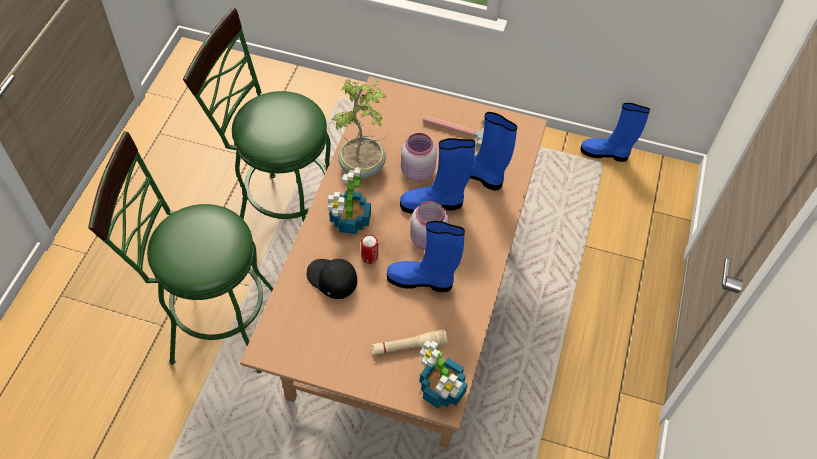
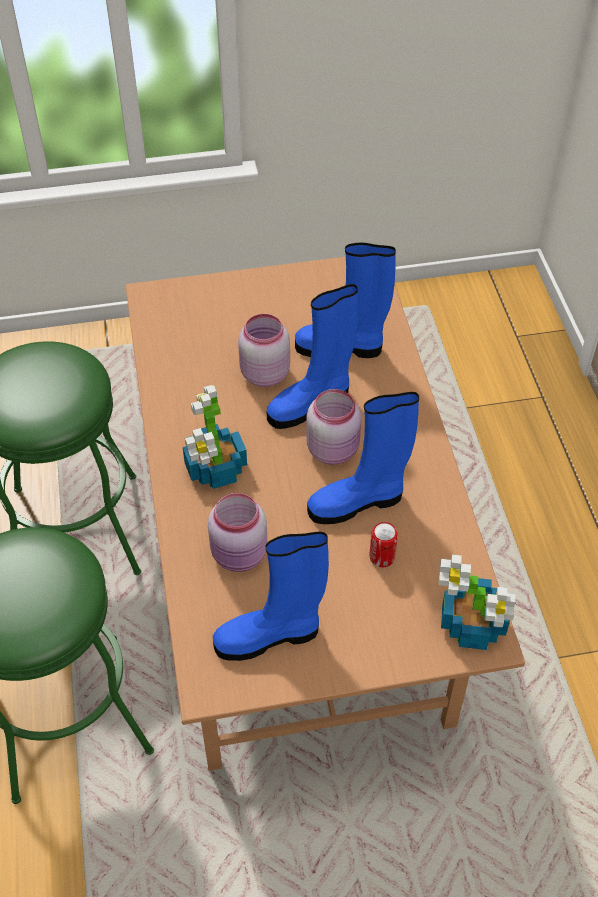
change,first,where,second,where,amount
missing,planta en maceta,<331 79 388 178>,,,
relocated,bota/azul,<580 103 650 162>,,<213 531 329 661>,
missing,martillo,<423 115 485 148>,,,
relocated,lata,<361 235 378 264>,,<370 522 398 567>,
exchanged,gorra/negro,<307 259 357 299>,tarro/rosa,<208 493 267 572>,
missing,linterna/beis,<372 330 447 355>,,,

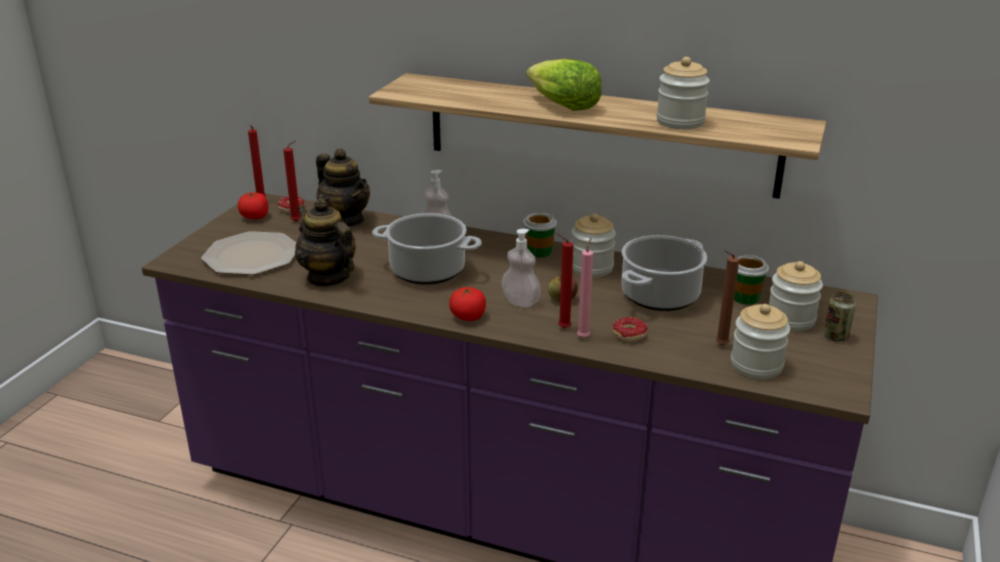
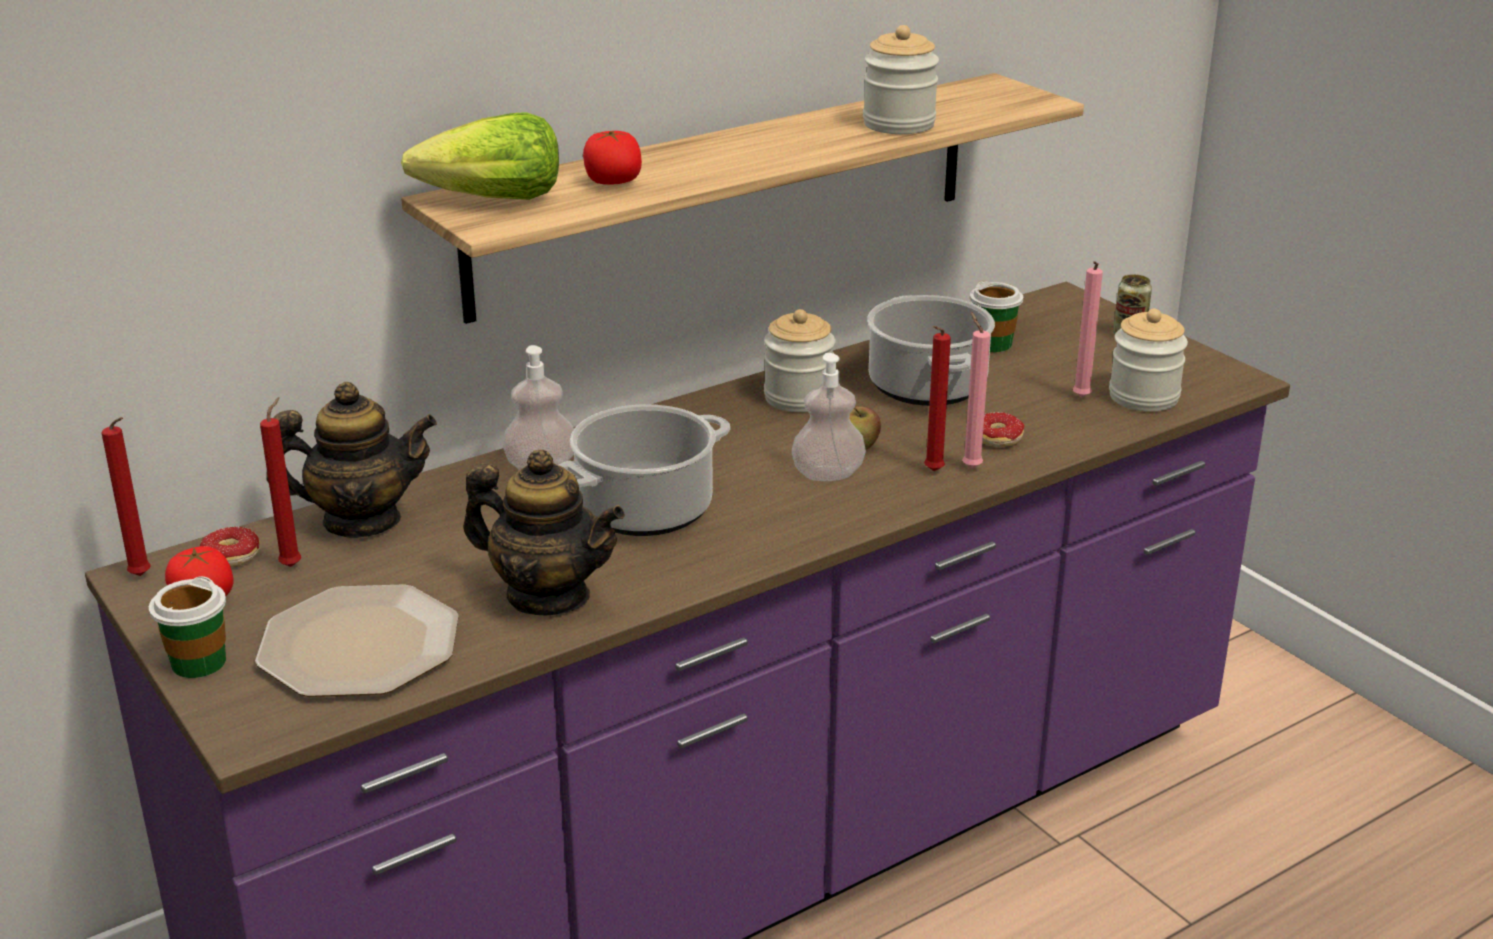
change,first,where,second,where,amount
relocated,lechuga,<526 59 602 111>,,<401 112 559 200>,
spun,tetera,<295 198 356 287>,,<463 449 625 615>,150 degrees counterclockwise
relocated,taza,<523 213 557 258>,,<149 576 226 678>,
colour,vela/marrón,<716 250 739 345>,vela/rosa,<1073 261 1103 398>,
missing,tarro,<769 261 823 331>,,,
relocated,tomate,<449 287 486 321>,,<583 131 642 184>,

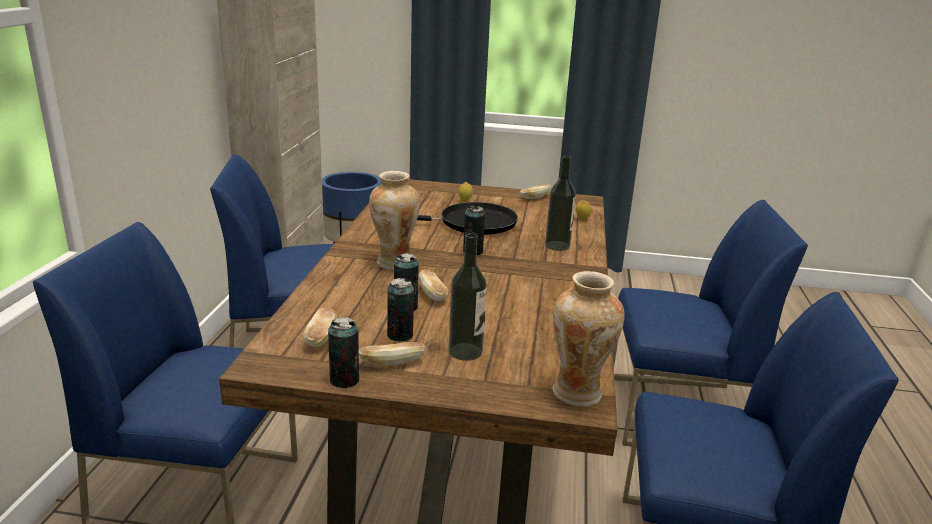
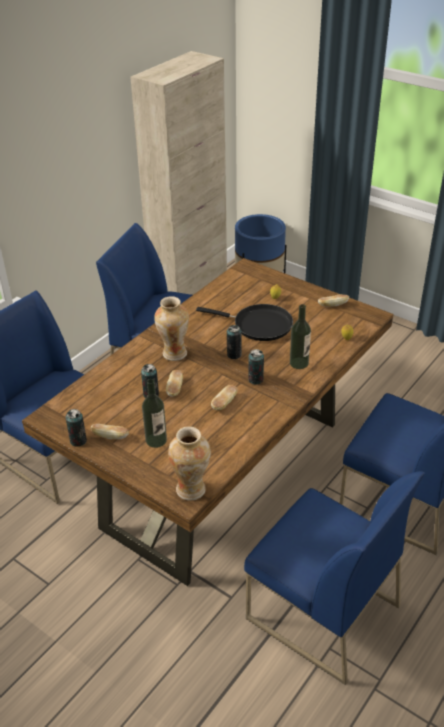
change,first,where,second,where,amount
relocated,lata,<387 278 414 342>,,<248 349 264 384>,
relocated,pan,<303 308 337 347>,,<211 385 238 410>,

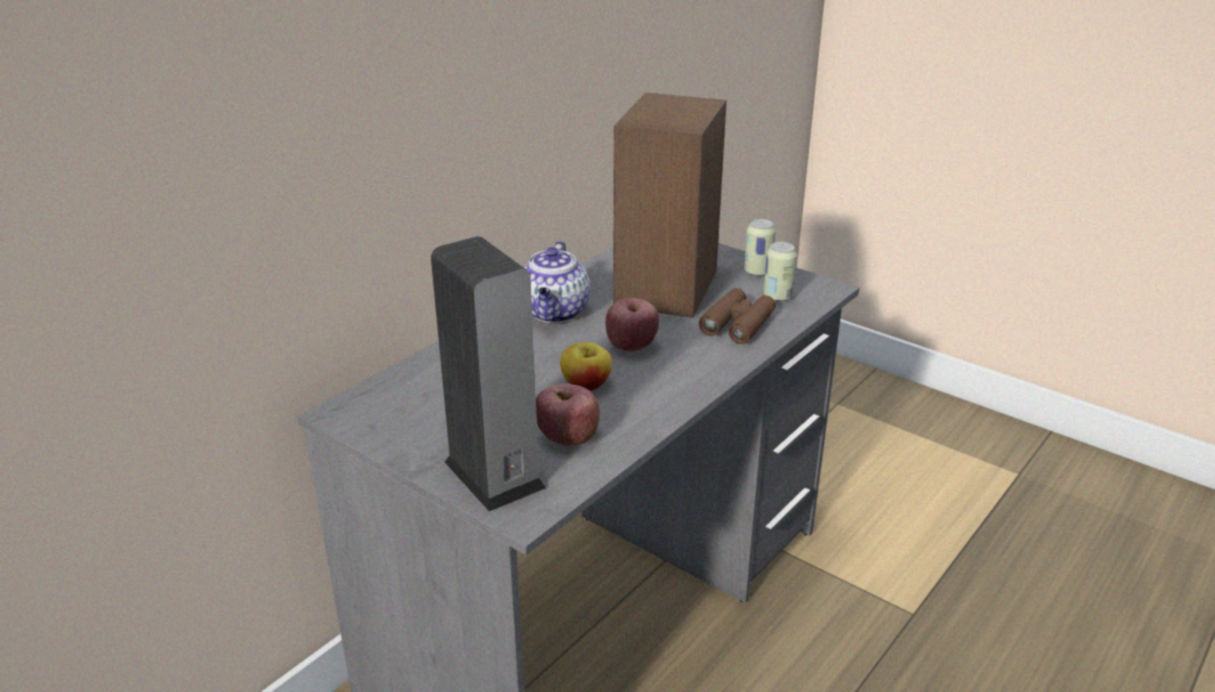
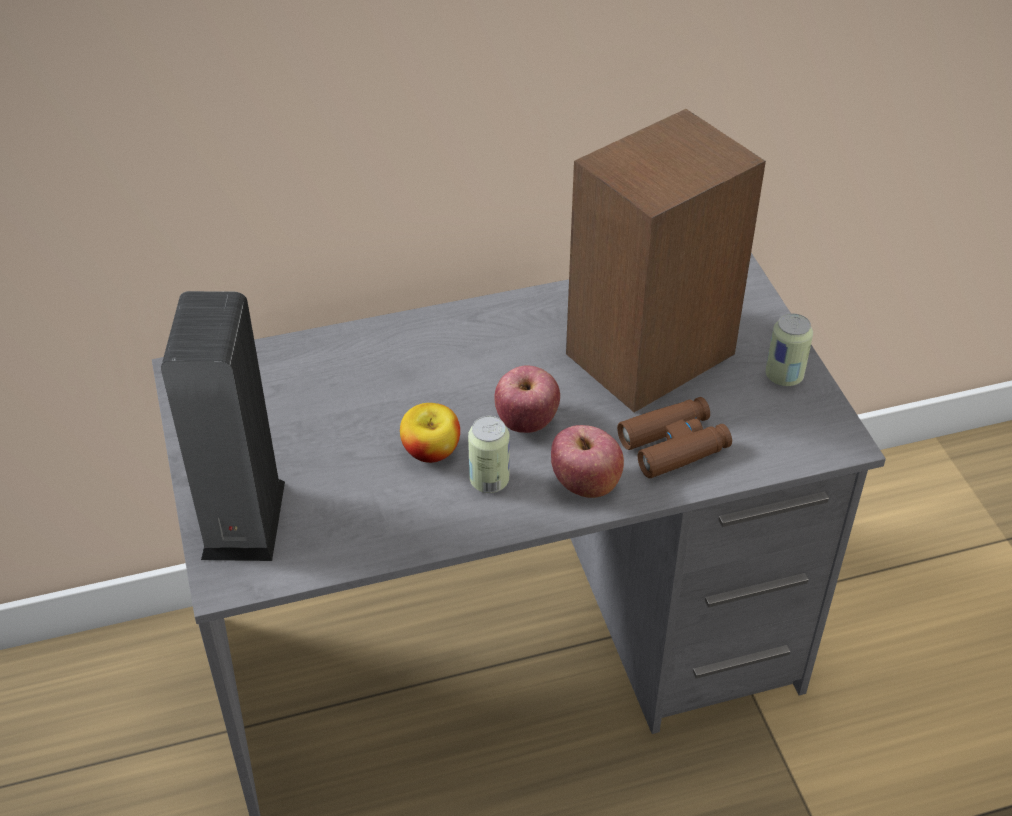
change,first,where,second,where,amount
missing,tetera,<524 241 590 323>,,,
relocated,lata,<764 242 797 302>,,<468 416 510 493>,
relocated,manzana,<536 384 600 446>,,<551 425 624 498>,

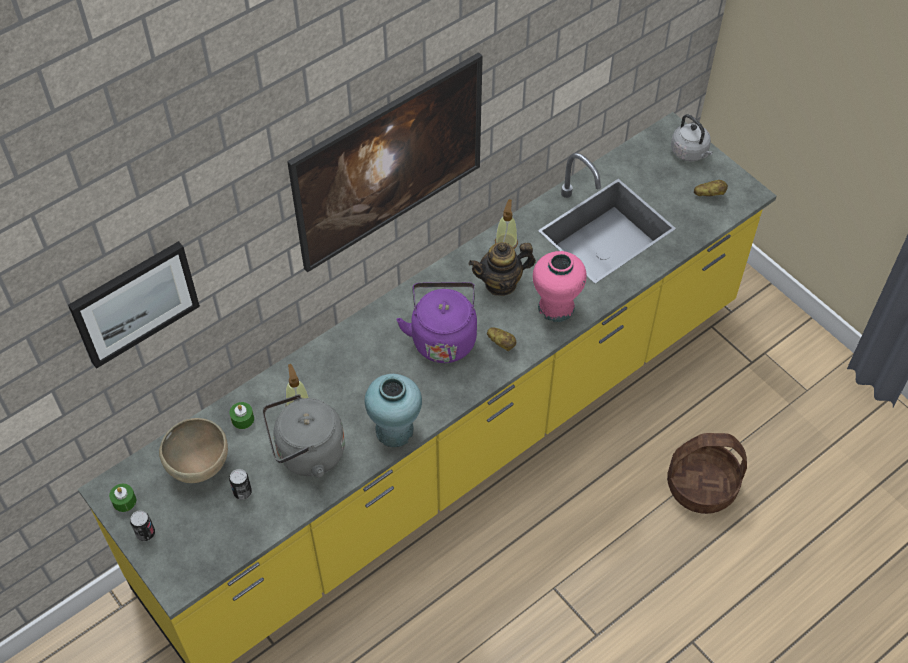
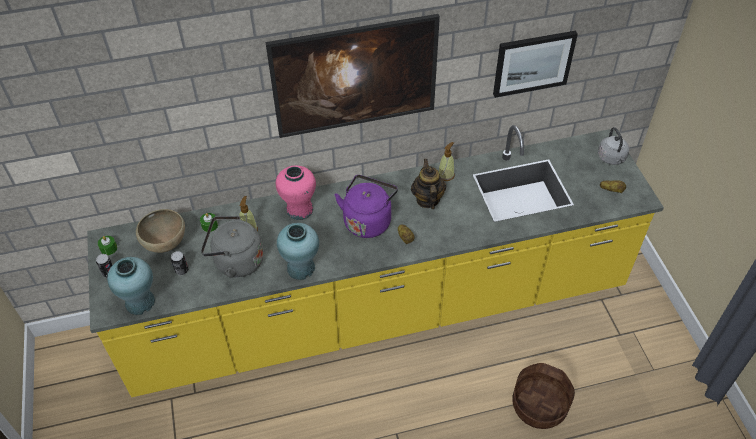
change,first,where,second,where,amount
relocated,cuadro,<68 241 200 369>,,<493 31 578 98>,
spun,tetera,<469 242 536 296>,,<411 159 447 209>,75 degrees clockwise
relocated,florero/rosa,<533 251 587 322>,,<276 165 316 220>,
appeared,,,florero/turquesa,<107 257 155 315>,

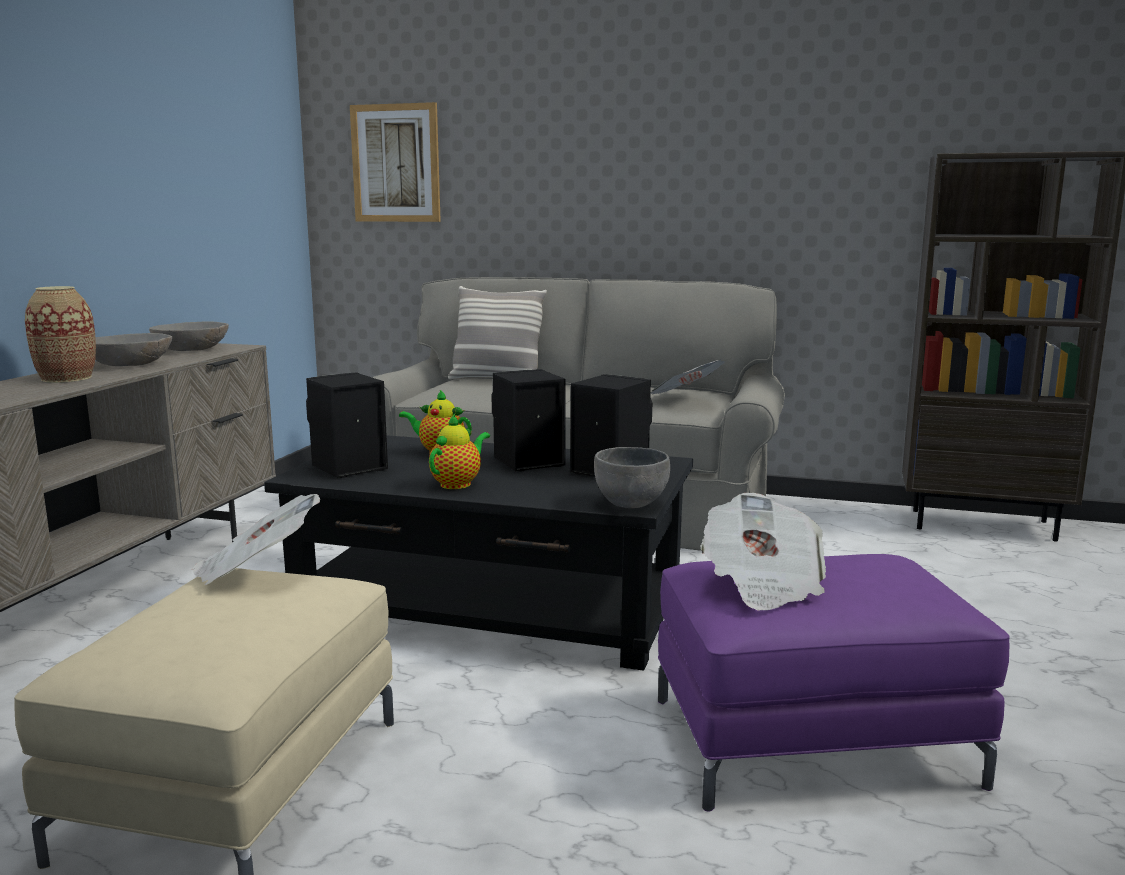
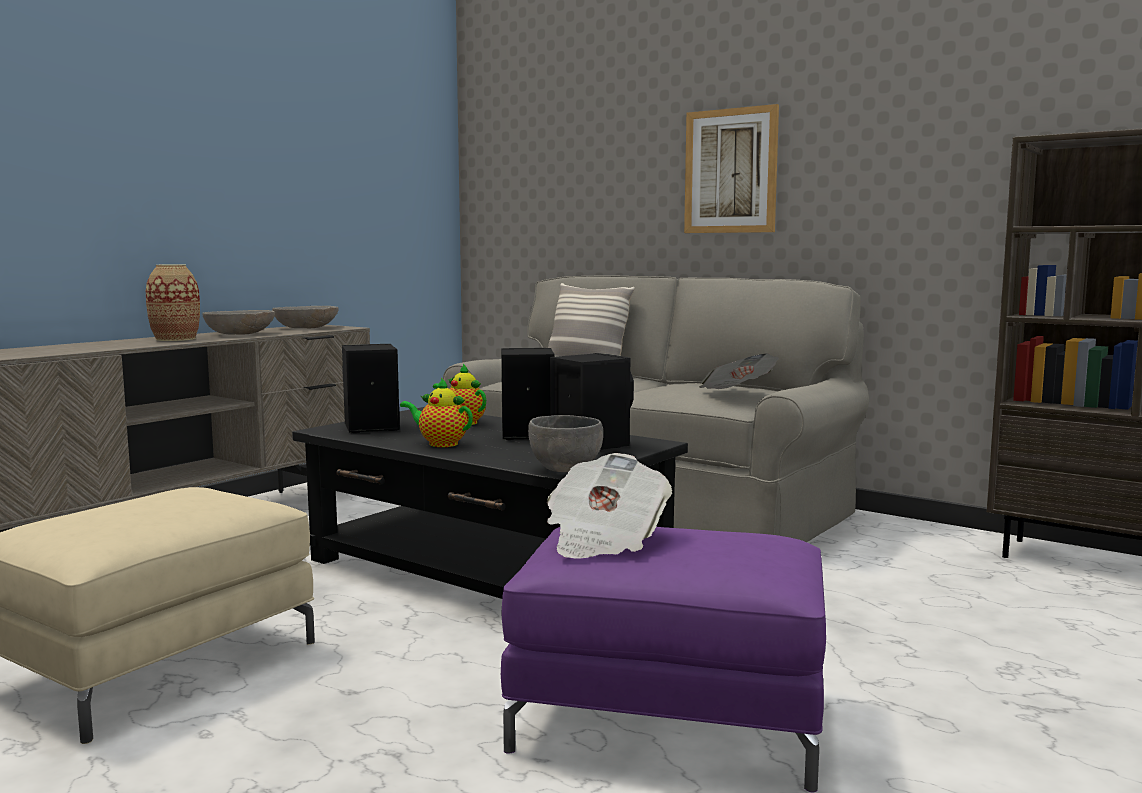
change,first,where,second,where,amount
relocated,cuadro,<350 102 441 222>,,<684 104 779 233>,
spun,tetera,<429 414 490 489>,,<400 378 473 447>,120 degrees counterclockwise
missing,periódico,<192 494 320 585>,,,

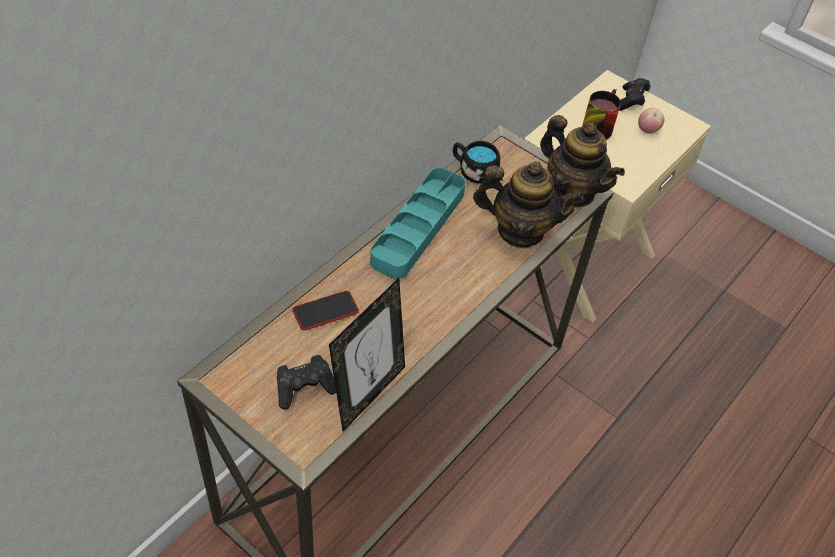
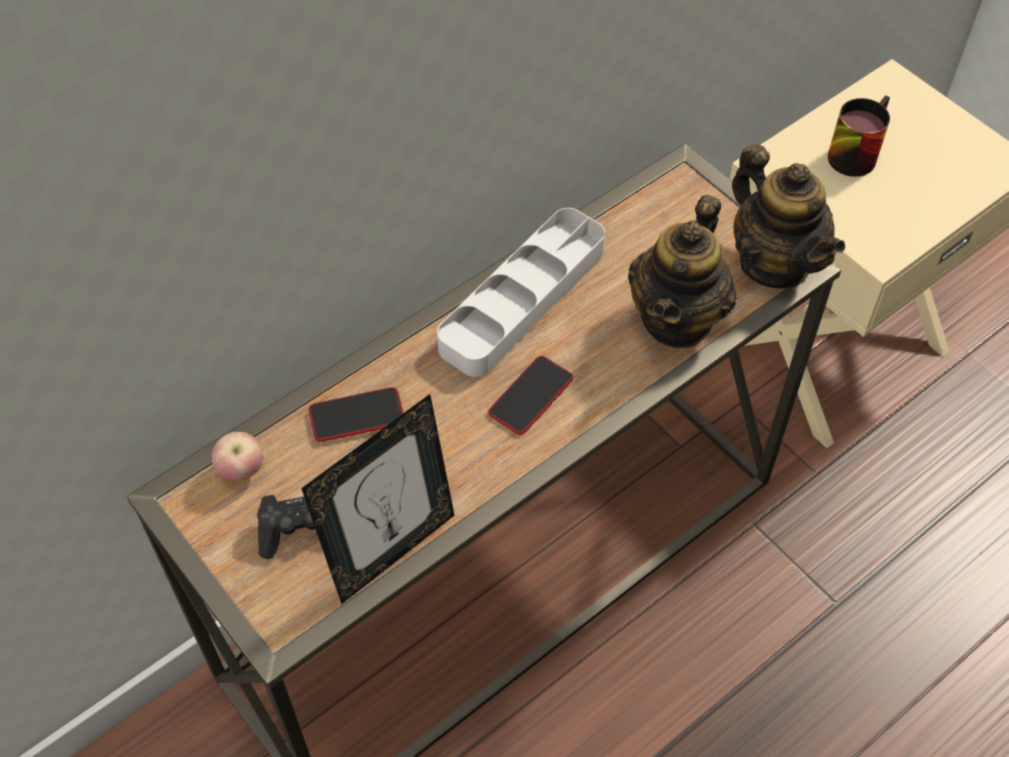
change,first,where,second,where,amount
missing,mando de consola/negro,<619 78 650 111>,,,
relocated,manzana,<638 108 665 133>,,<212 432 263 481>,
missing,taza grande/negro,<453 141 500 183>,,,
spun,tetera,<473 161 584 247>,,<628 195 737 348>,90 degrees clockwise
colour,bandeja/turquesa,<370 168 466 279>,bandeja/gris,<437 208 605 377>,
appeared,,,móvil,<488 356 573 435>,

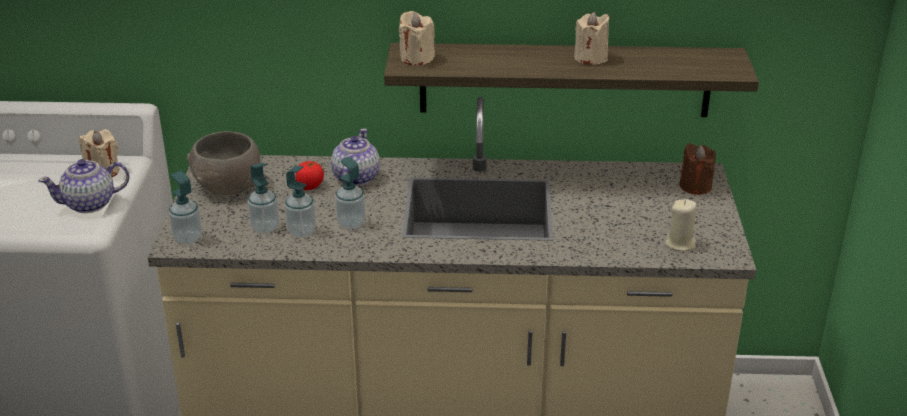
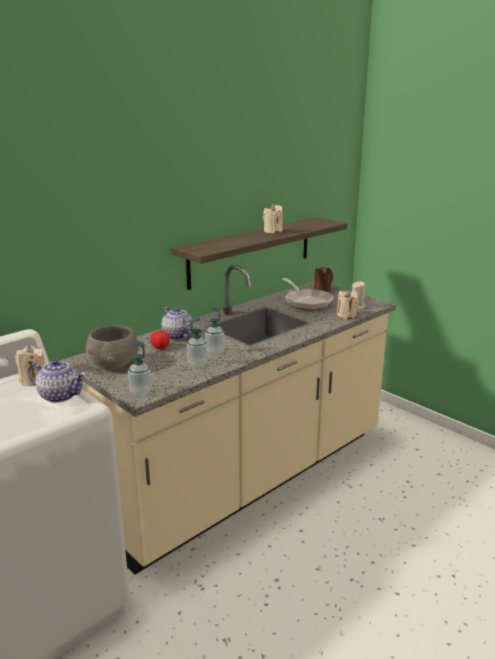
change,first,where,second,where,amount
relocated,vela/beis,<399 11 435 65>,,<337 290 358 319>,
spun,tetera,<38 159 130 213>,,<28 359 86 403>,90 degrees counterclockwise
missing,dispensador de jabón,<247 163 279 234>,,,
appeared,,,sartén,<283 278 334 310>,

